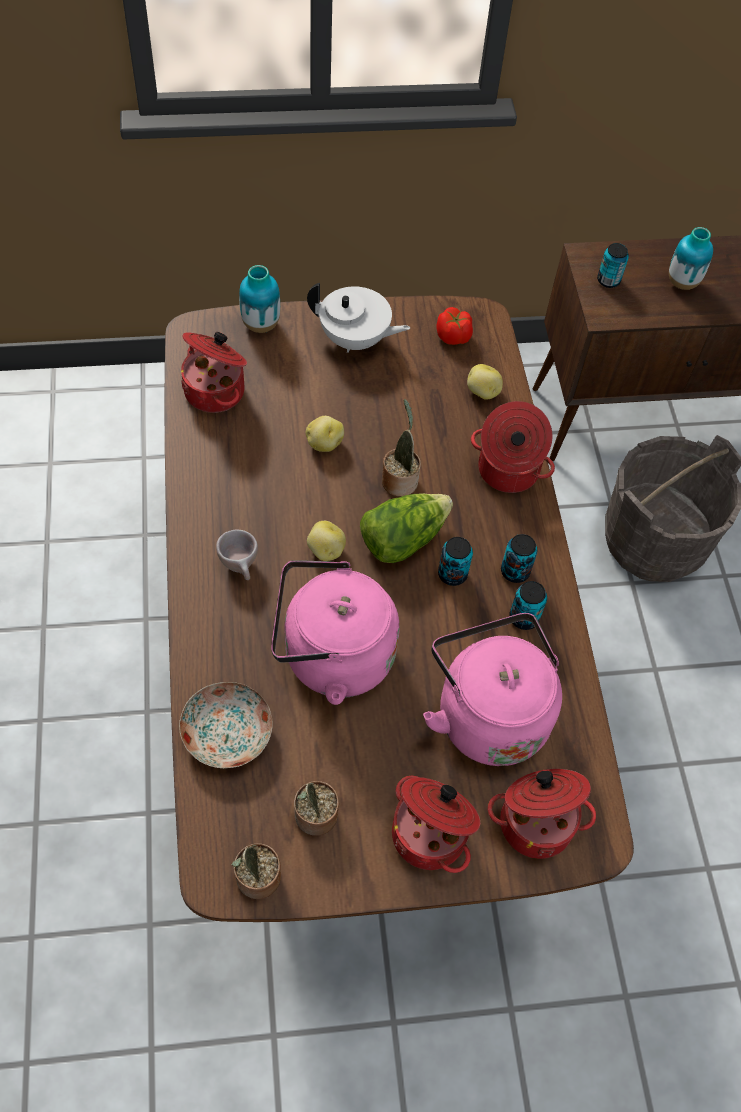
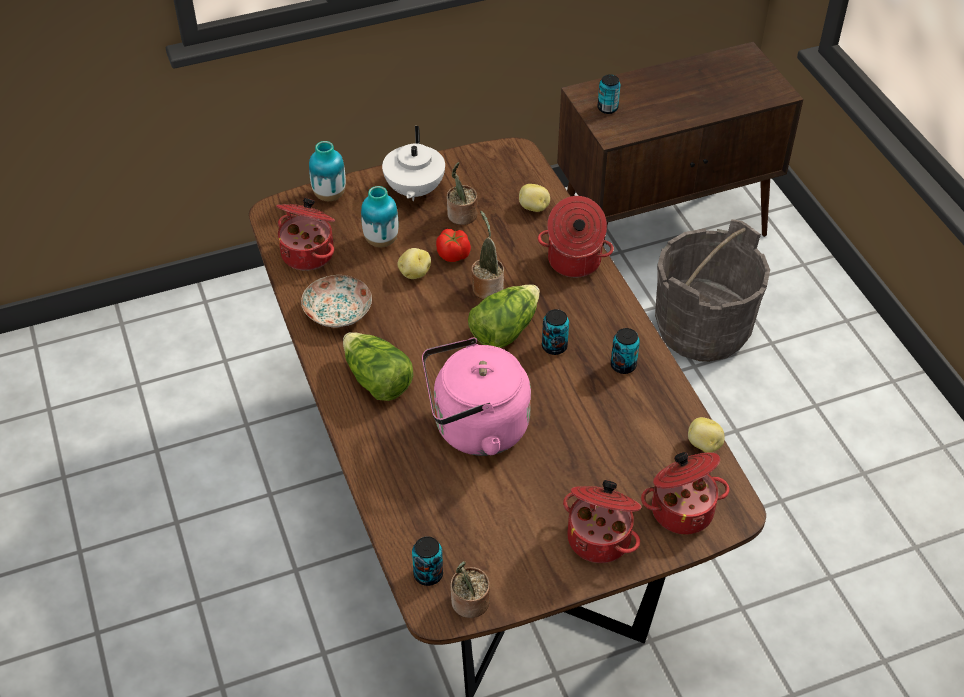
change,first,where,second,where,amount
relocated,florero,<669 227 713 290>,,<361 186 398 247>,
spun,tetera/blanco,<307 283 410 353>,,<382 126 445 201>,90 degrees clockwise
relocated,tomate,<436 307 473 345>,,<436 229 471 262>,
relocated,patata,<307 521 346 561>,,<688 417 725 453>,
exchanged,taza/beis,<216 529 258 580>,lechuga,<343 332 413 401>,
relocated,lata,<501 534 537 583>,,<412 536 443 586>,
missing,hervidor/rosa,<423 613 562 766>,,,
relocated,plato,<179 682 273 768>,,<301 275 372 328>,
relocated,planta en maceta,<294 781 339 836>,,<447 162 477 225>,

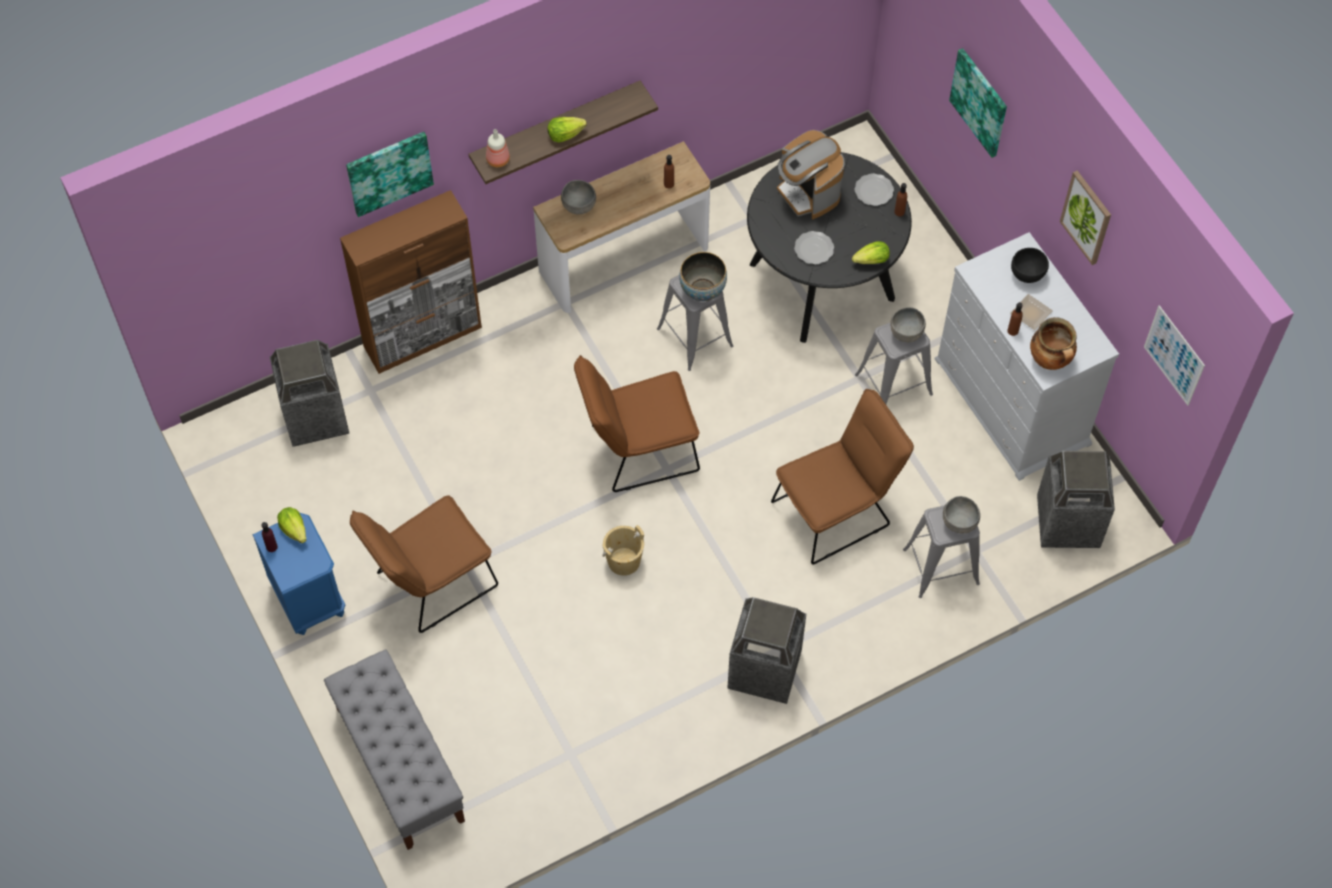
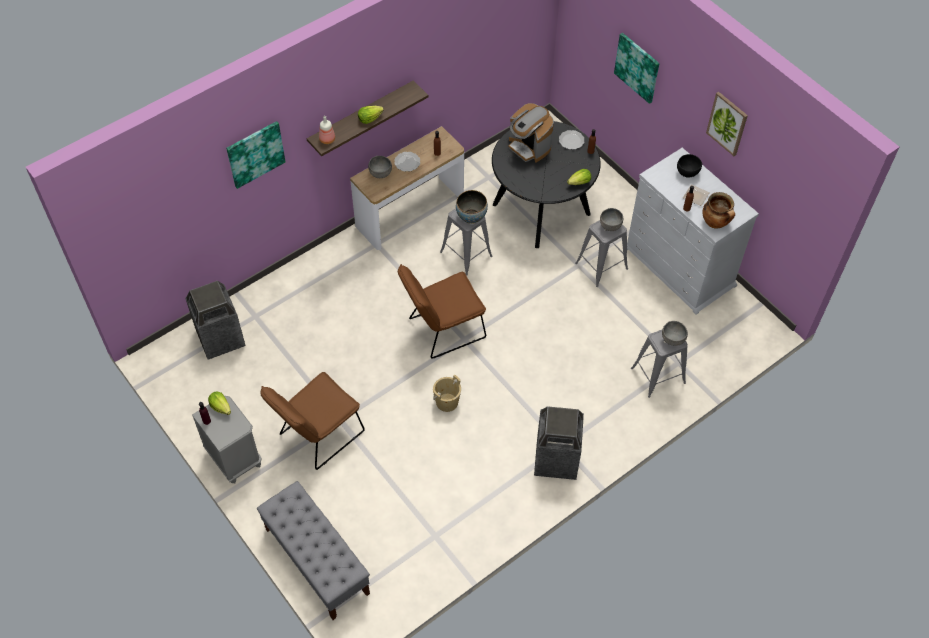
change,first,where,second,where,amount
missing,armario/marrón,<340 190 482 374>,,,
relocated,plato,<794 231 834 265>,,<394 152 420 171>,
missing,cuadro,<1144 305 1205 406>,,,
missing,silla/marrón,<771 389 914 565>,,,
missing,papelera,<1037 451 1115 548>,,,
colour,mesita de noche/azul,<253 513 345 635>,mesita de noche/gris,<192 396 262 483>,

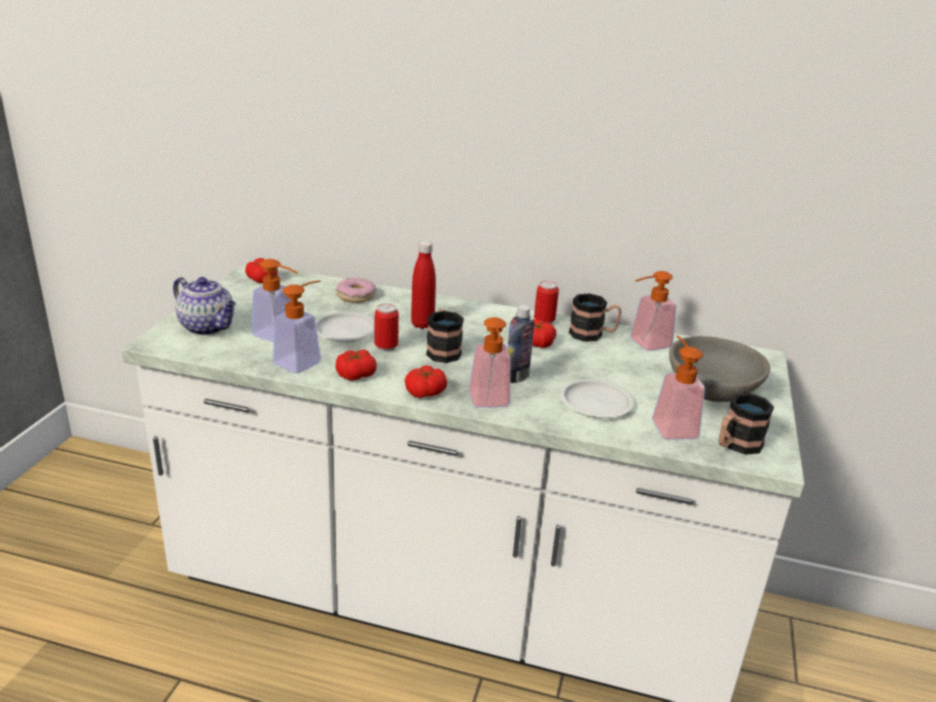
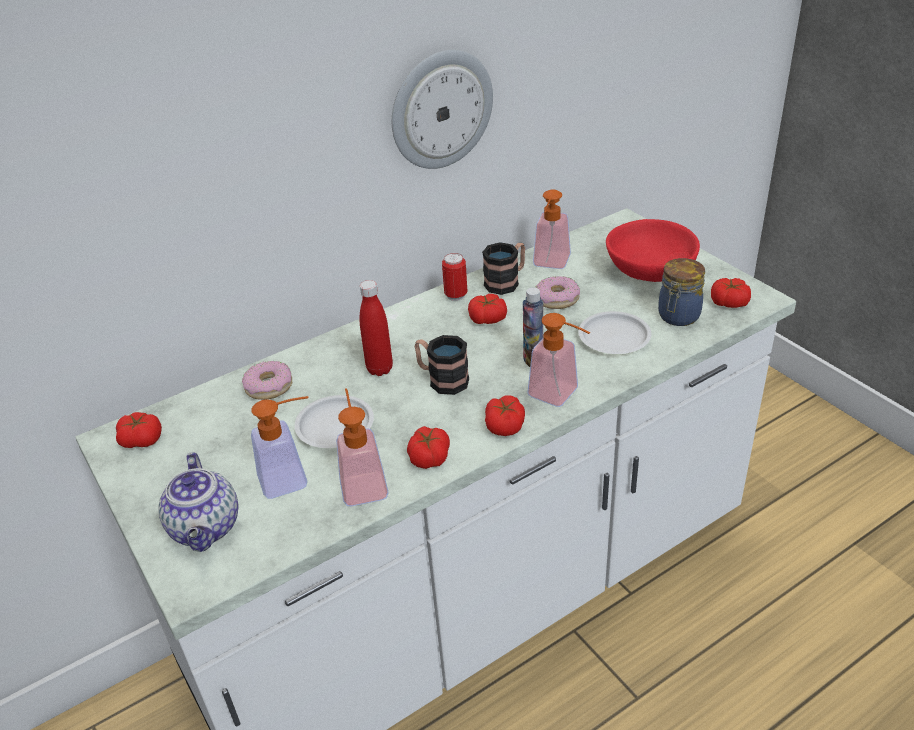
change,first,where,second,where,amount
spun,tetera,<173 277 236 335>,,<158 452 239 552>,90 degrees clockwise
missing,lata,<375 304 399 352>,,,
exchanged,dispensador de jabón,<652 335 705 440>,tarro,<658 258 705 326>,
colour,cuenco/gris,<669 336 770 402>,cuenco/rojo,<606 219 700 282>,
exchanged,taza grande,<719 393 774 455>,tomate,<711 278 751 308>,
appeared,,,reloj de pared,<392 50 493 169>,
appeared,,,rosquilla,<535 276 580 309>,

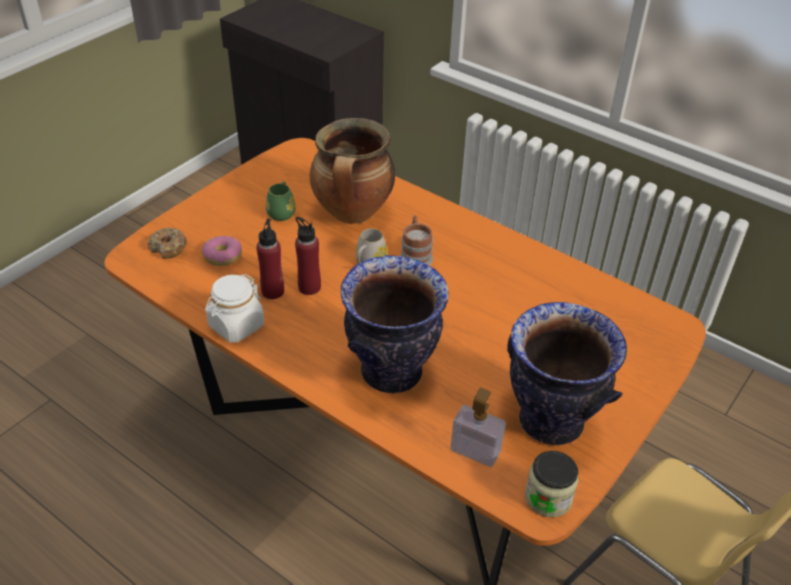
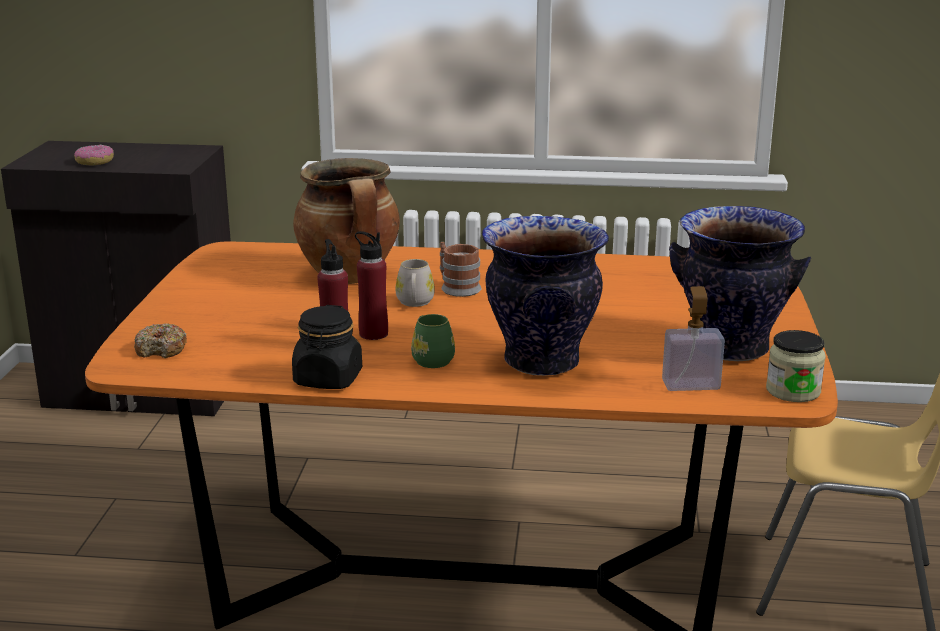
change,first,where,second,where,amount
relocated,taza grande/verde,<266 182 296 221>,,<411 314 455 368>,
relocated,rosquilla,<202 236 242 266>,,<74 145 114 165>,
colour,tarro/blanco,<205 274 264 343>,tarro/negro,<292 305 362 389>,

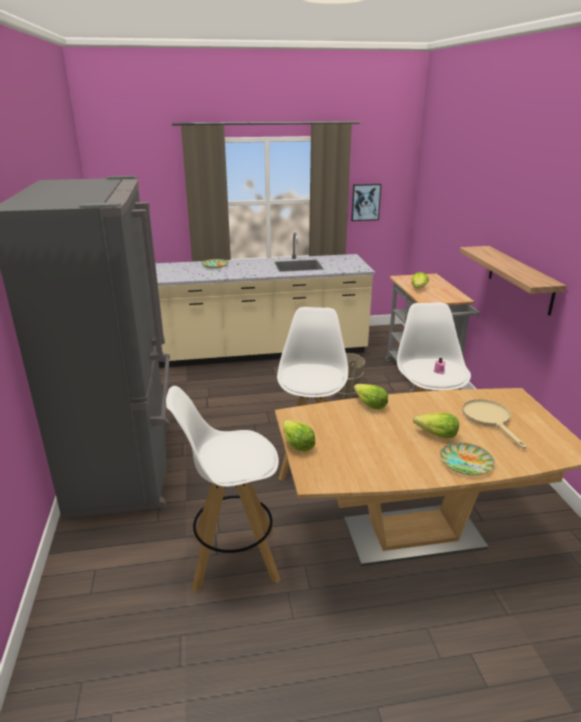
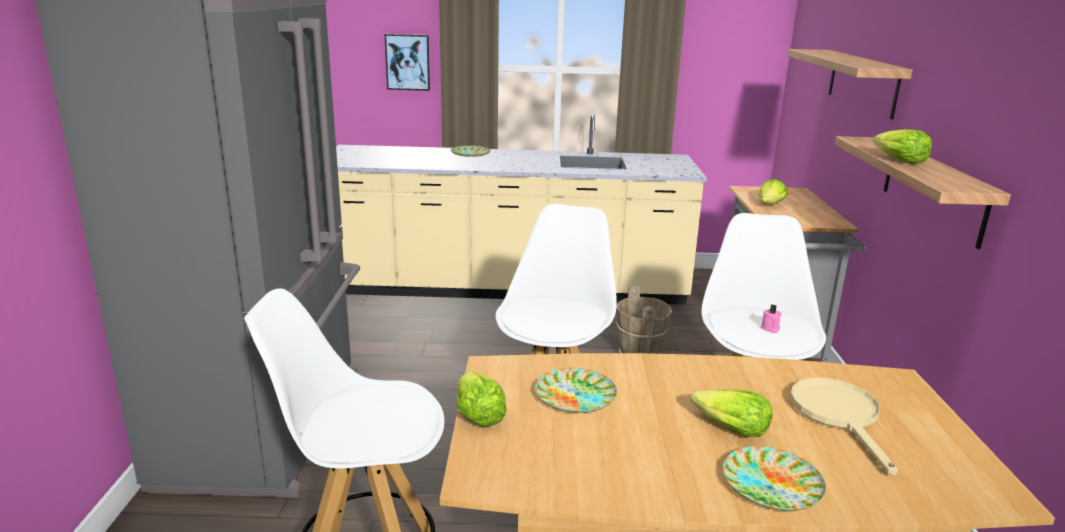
change,first,where,second,where,amount
relocated,cuadro,<351 184 381 221>,,<385 34 430 91>,
relocated,lechuga,<354 384 388 410>,,<873 129 932 164>,
appeared,,,estante,<788 49 913 119>,
appeared,,,plato,<535 368 617 413>,

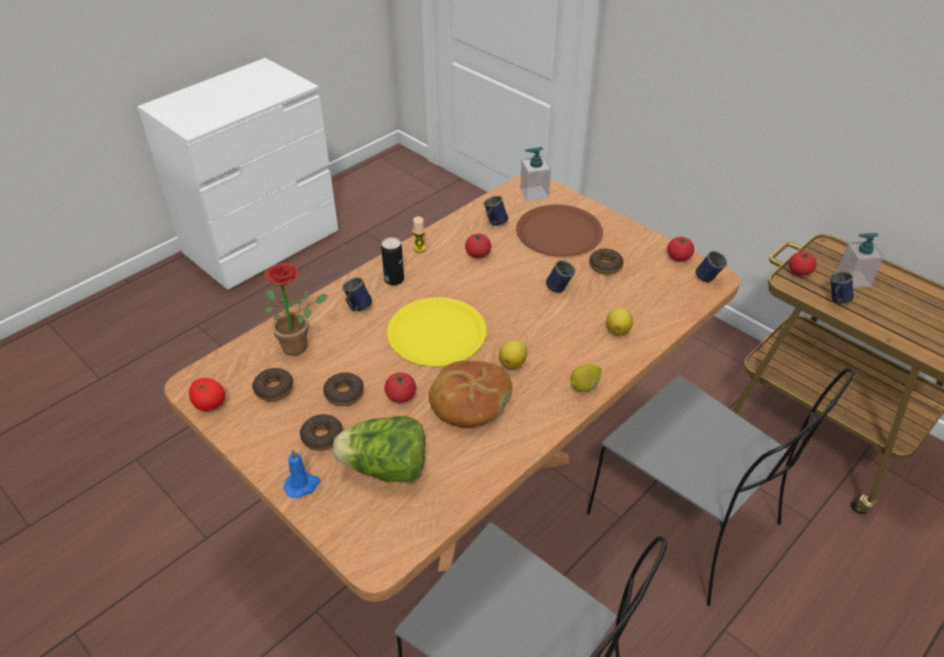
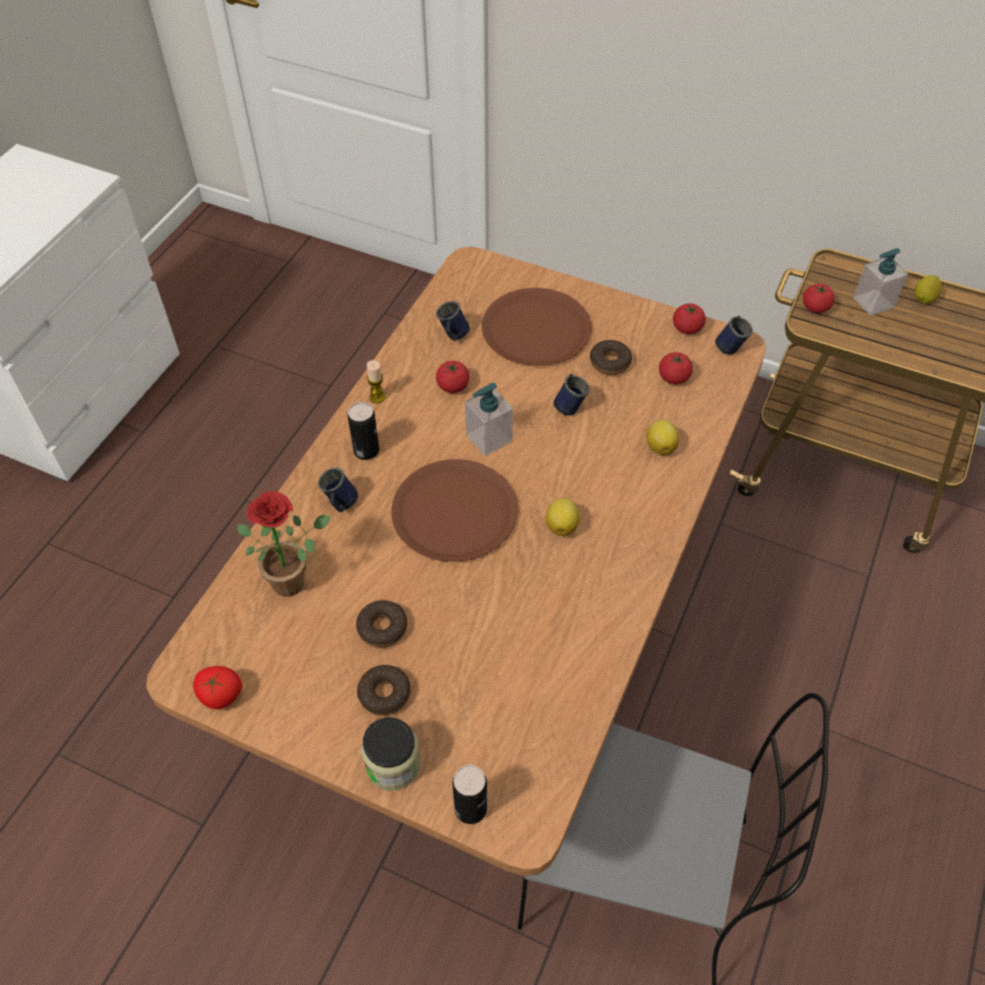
change,first,where,second,where,amount
relocated,dispensador de jabón,<520 147 551 201>,,<465 383 513 456>,
missing,taza grande/azul,<830 272 854 304>,,,
colour,plato/amarillo,<387 297 487 366>,plato/marrón,<391 459 517 562>,
missing,pan,<429 360 512 428>,,,
relocated,limón,<571 364 602 392>,,<914 275 942 304>,
missing,rosquilla,<252 368 293 401>,,,
missing,silla/gris,<587 368 855 606>,,,
relocated,tomate,<384 372 416 403>,,<659 352 693 384>,
missing,lechuga,<333 416 426 483>,,,
exchanged,vela/azul,<284 449 320 498>,tarro,<361 717 421 790>,
appeared,,,lata,<452 765 487 824>,

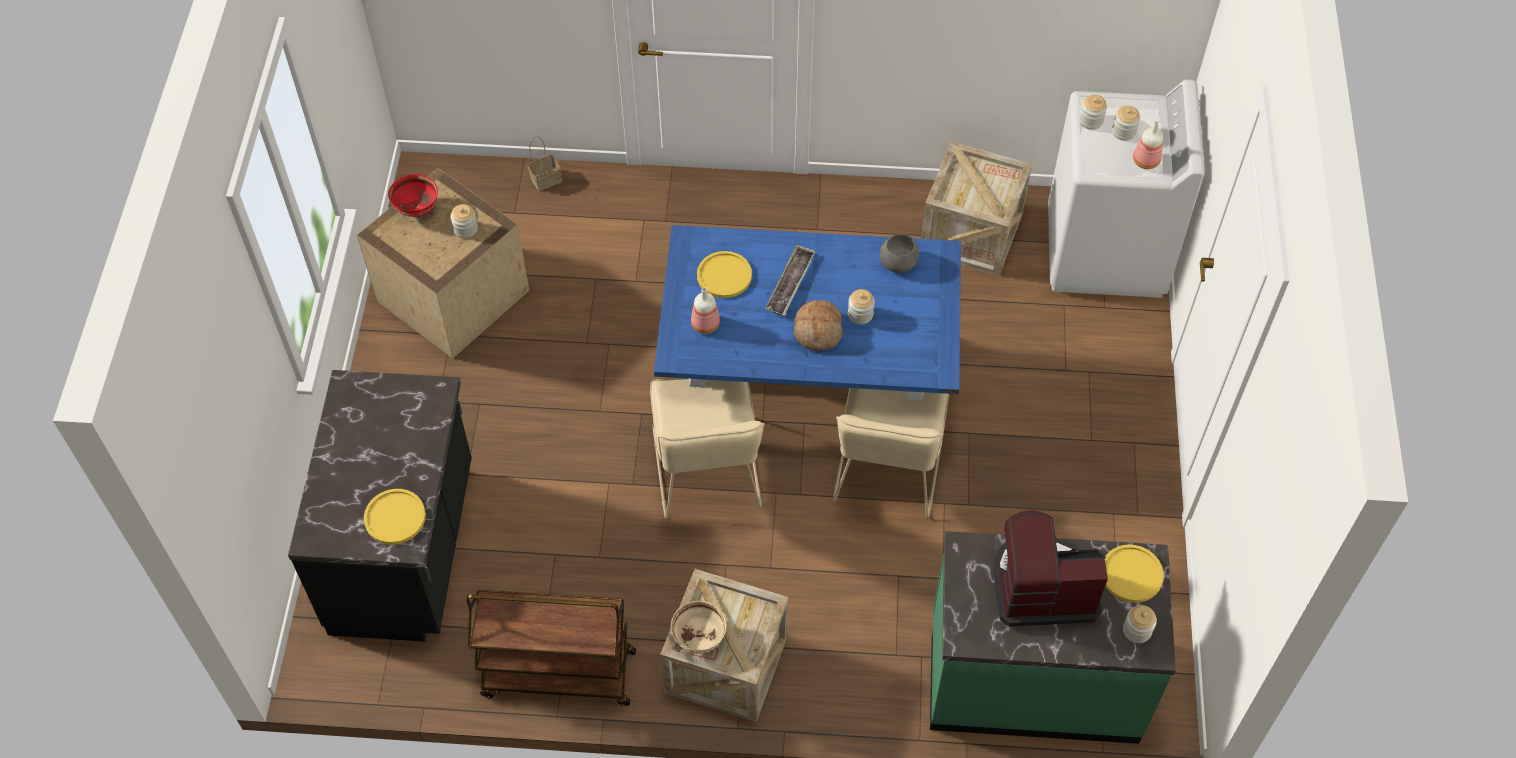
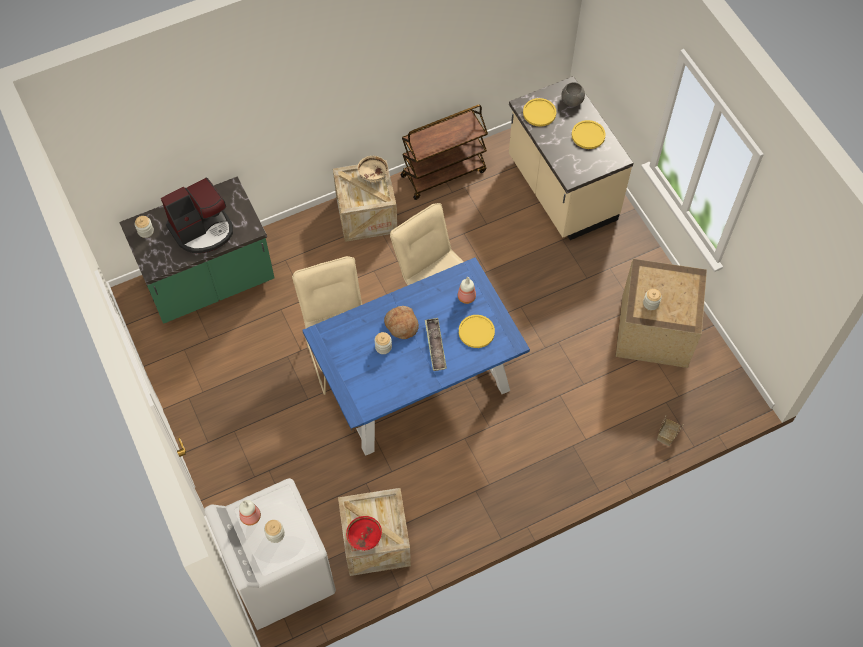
change,first,where,second,where,amount
missing,tarro,<1079 95 1107 130>,,,
relocated,cuenco/rojo,<388 174 438 217>,,<346 516 382 551>,
relocated,cuenco/gris,<880 234 919 273>,,<561 82 585 107>,
colour,mueble bajo de cocina/negro,<288 370 472 642>,mueble bajo de cocina/beis,<509 76 633 240>,
relocated,plato/amarillo,<1105 545 1164 603>,,<572 120 606 149>,

